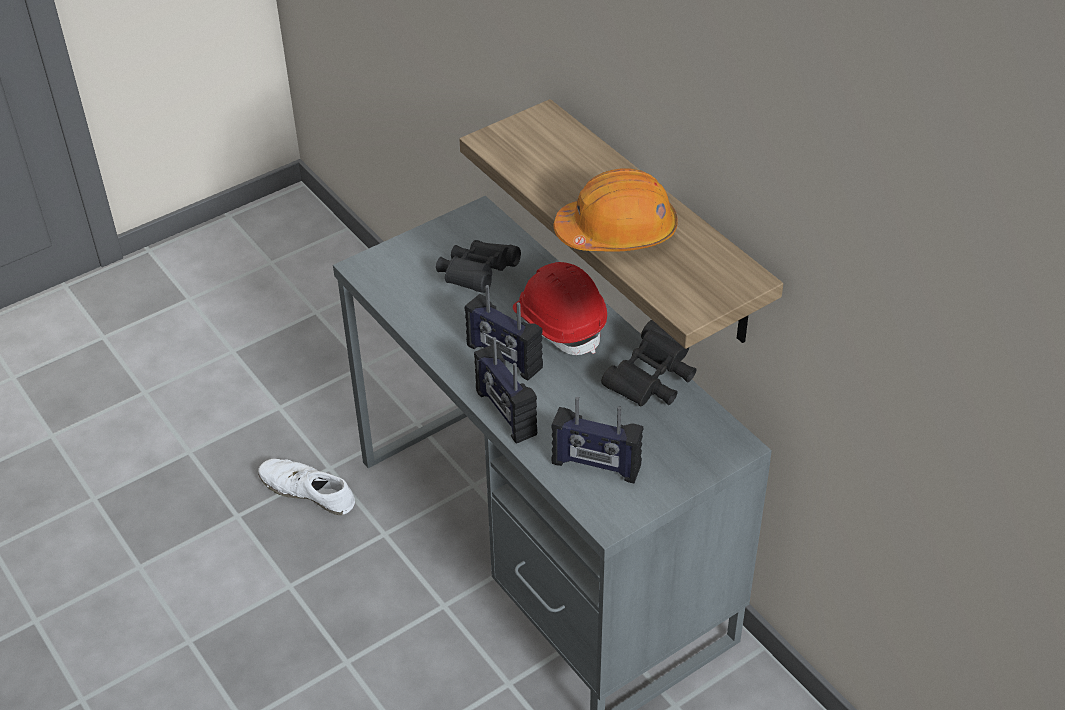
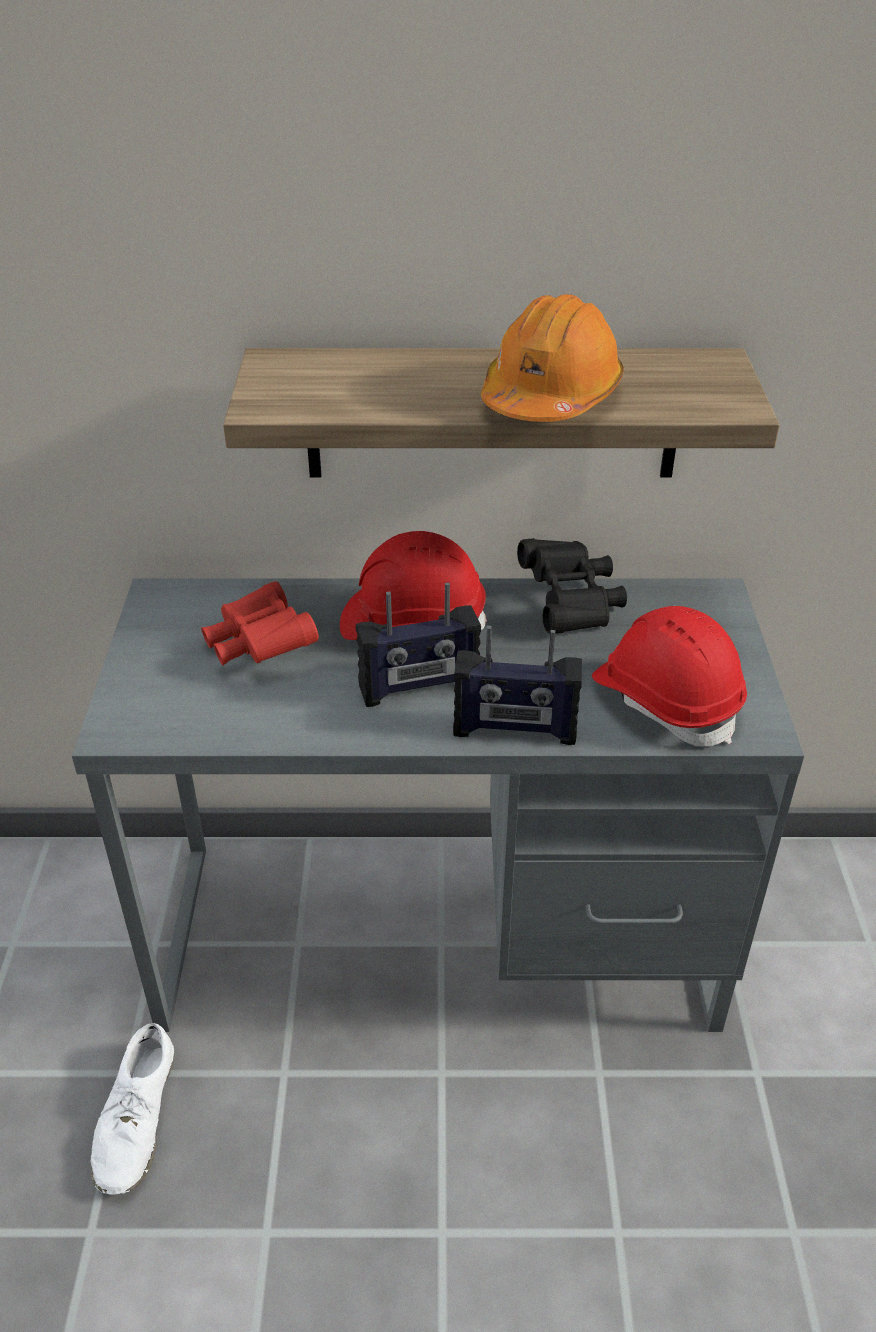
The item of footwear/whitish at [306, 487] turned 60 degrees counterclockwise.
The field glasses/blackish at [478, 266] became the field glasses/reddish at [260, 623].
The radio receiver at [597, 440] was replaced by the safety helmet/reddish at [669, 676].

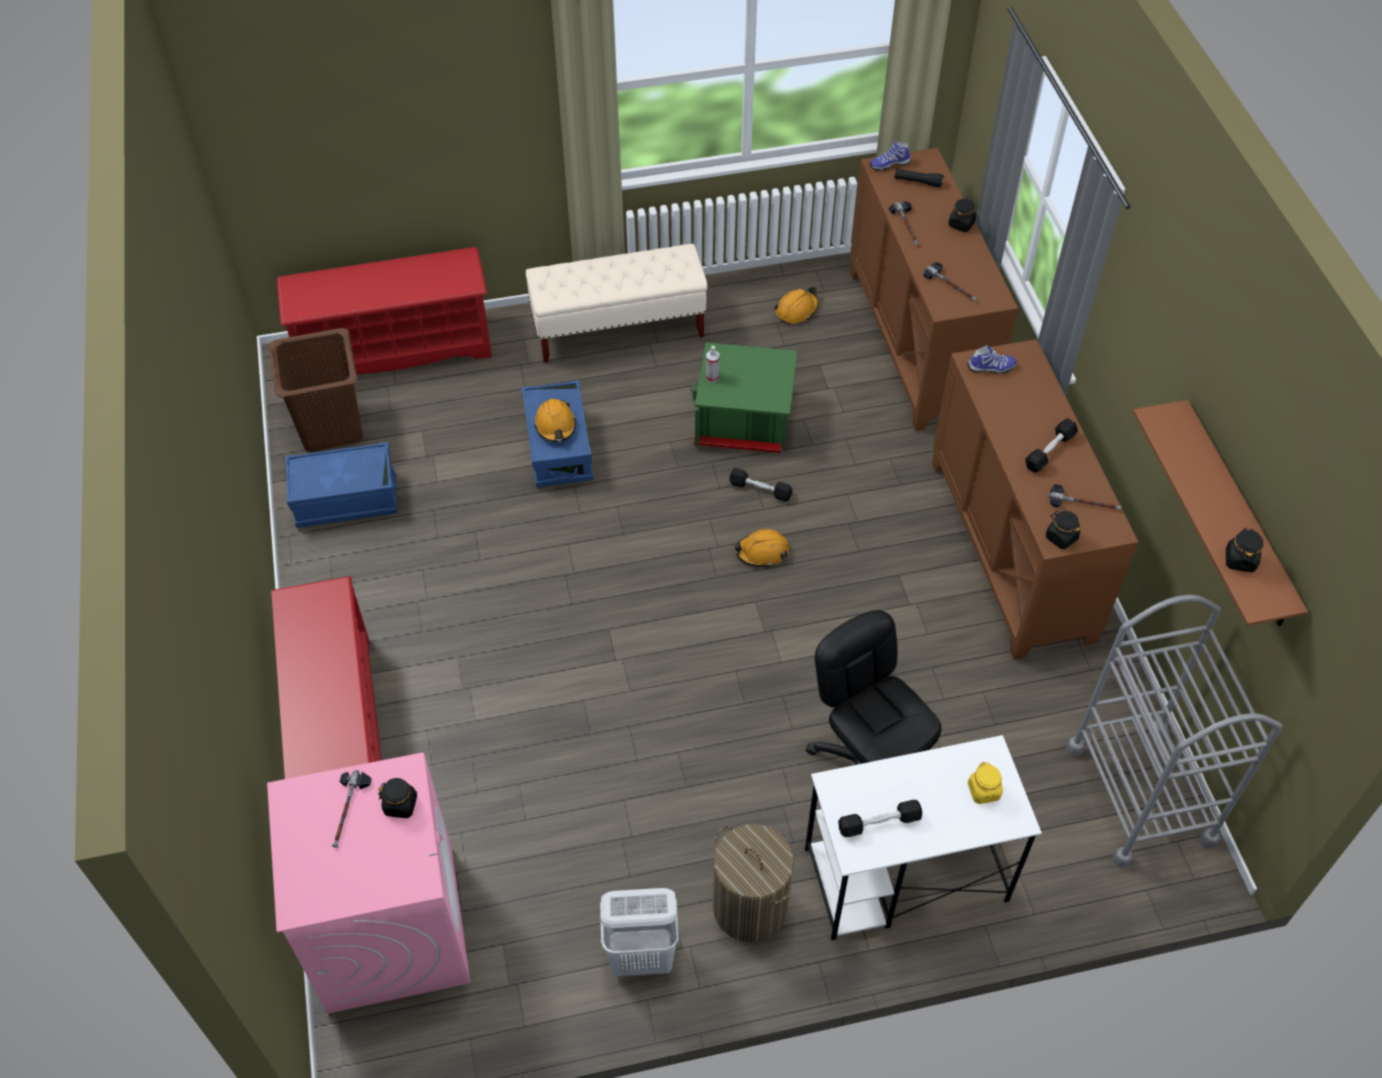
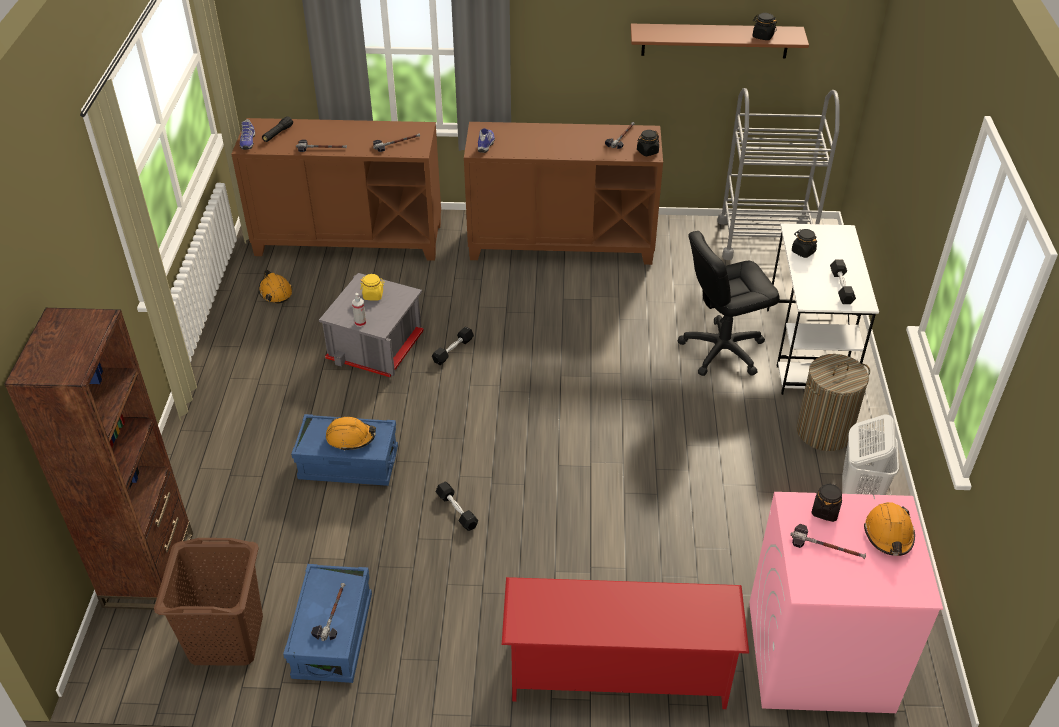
The shoe stand/reddish at [384, 315] was replaced by the bookshelf/brown-coloured at [98, 459].
The indoor bench/beige-coloured at [617, 303] disappeared.
The storage bin/greenish at [745, 397] became the storage bin/grey at [371, 325].
The safety helmet/orangey moved from [761, 548] to [889, 529].
The storage jar/blackish moved from [962, 215] to [804, 243].
The storage jar/yellowish moved from [985, 783] to [372, 287].
The free weight/blackish moved from [1051, 445] to [457, 506].
The hand hammer at [328, 612] appeared.

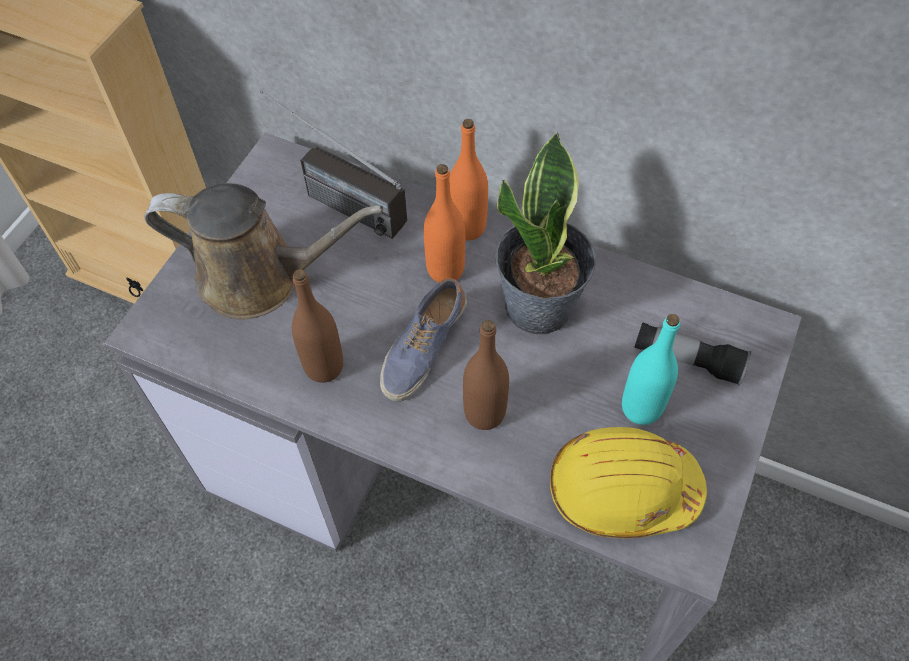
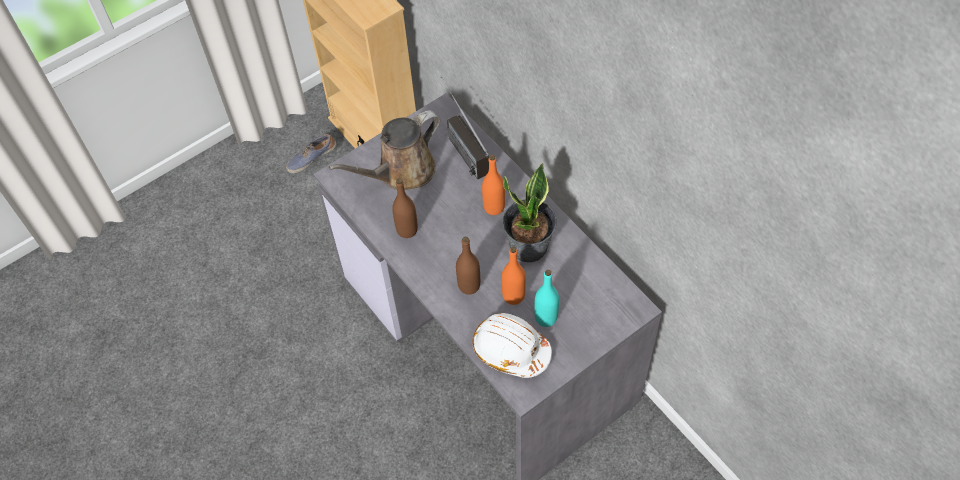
The watering pot/brown-coloured at [263, 251] turned 105 degrees clockwise.
The item of footwear moved from [423, 339] to [311, 154].
The bottle/orangey moved from [468, 179] to [513, 276].
The safety helmet/yellowish at [628, 482] became the safety helmet/whitish at [512, 345].
The flashlight at [692, 354] disappeared.

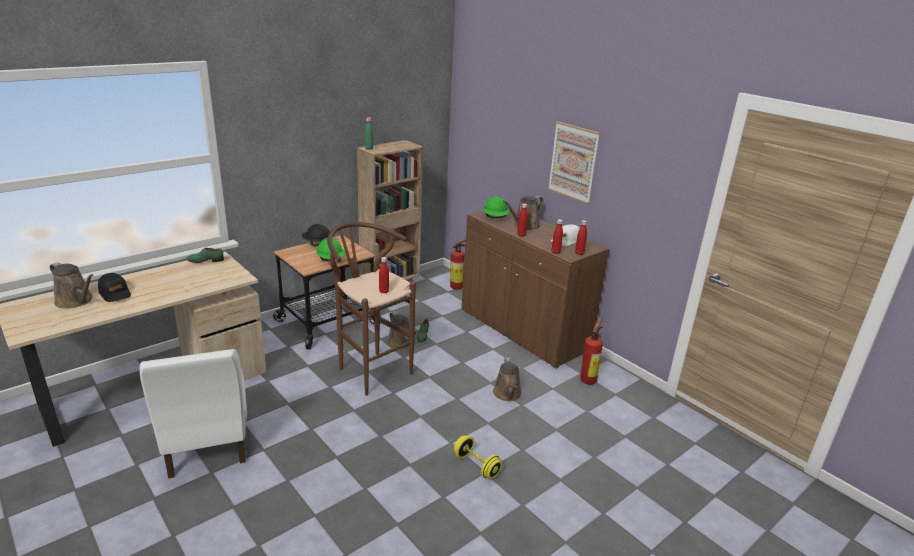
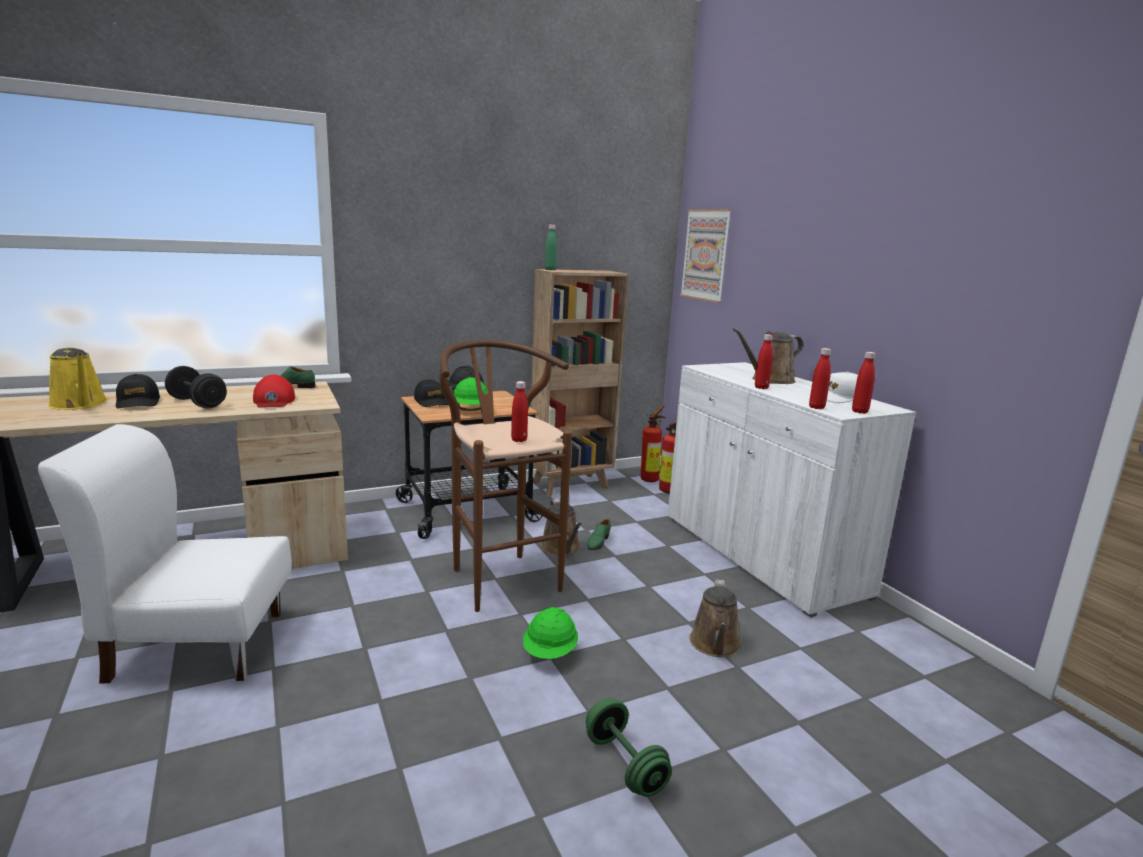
The watering pot/brown-coloured at [72, 285] became the watering pot/yellowish at [78, 379].
The chair/whitish at [193, 414] turned 90 degrees clockwise.
The free weight/yellowish at [478, 457] became the free weight/greenish at [629, 747].
The cabinet/brown-coloured at [535, 288] became the cabinet/whitish at [792, 489].
The safety helmet/greenish moved from [496, 207] to [550, 633].
The wall picture moved from [574, 162] to [705, 256].
The fire extinguisher moved from [591, 351] to [653, 443].
The free weight/blackish at [196, 387] appeared.
The peaked cap/reddish at [274, 391] appeared.
The peaked cap/blackish at [431, 393] appeared.

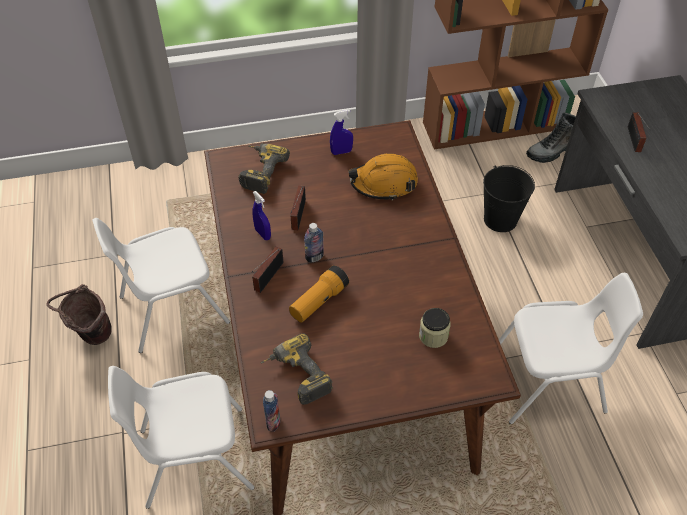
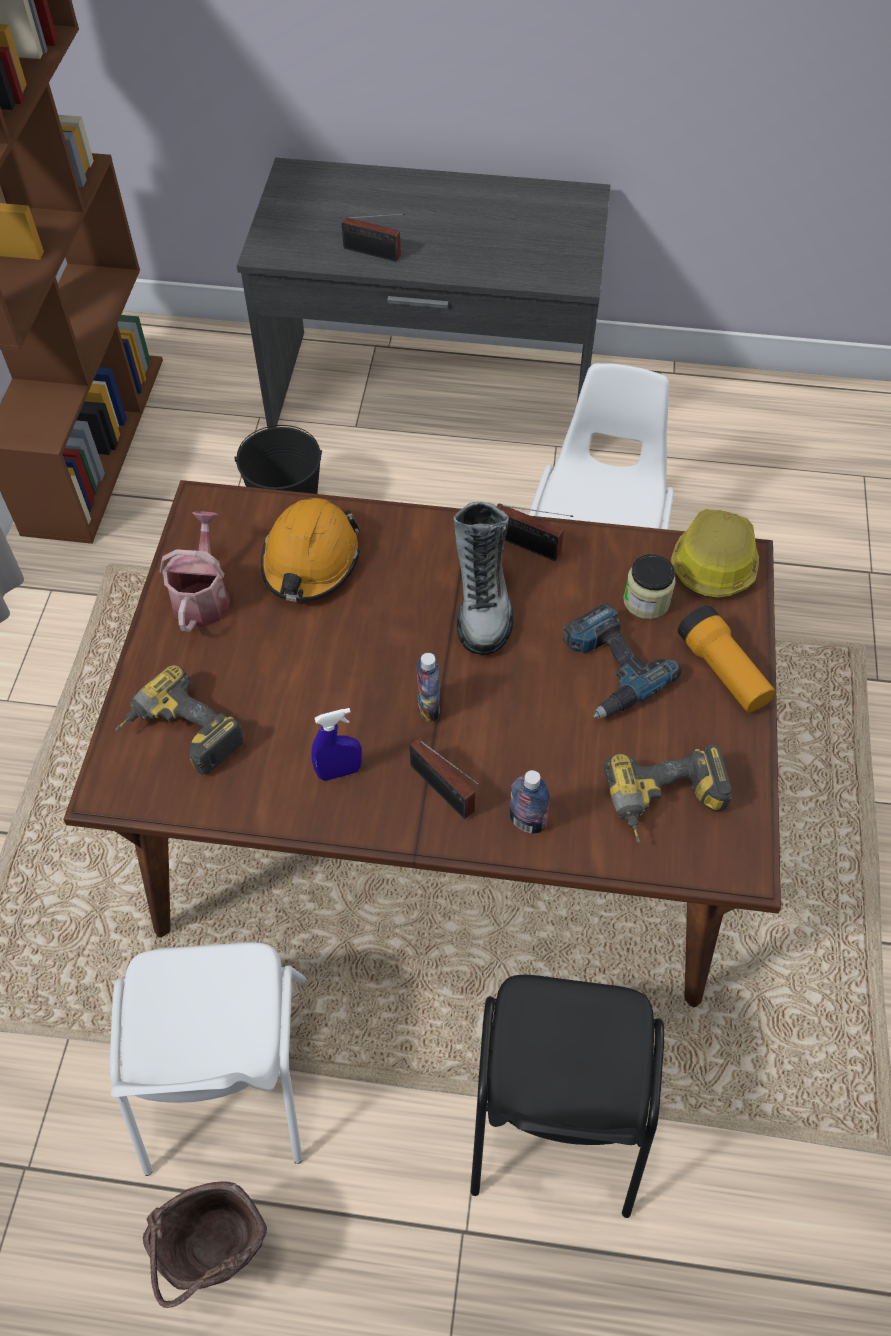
The chair/whitish at [181, 437] became the chair/blackish at [567, 1096].
The bottle moved from [271, 411] to [529, 801].
The flashlight moved from [319, 294] to [726, 659].
The radio receiver moved from [298, 207] to [535, 532].
The spray bottle/blue at [341, 132] was replaced by the watering pot at [194, 571].
The boot moved from [551, 137] to [483, 578].
The electric drill at [622, 660] appeared.
The safety helmet at [714, 553] appeared.

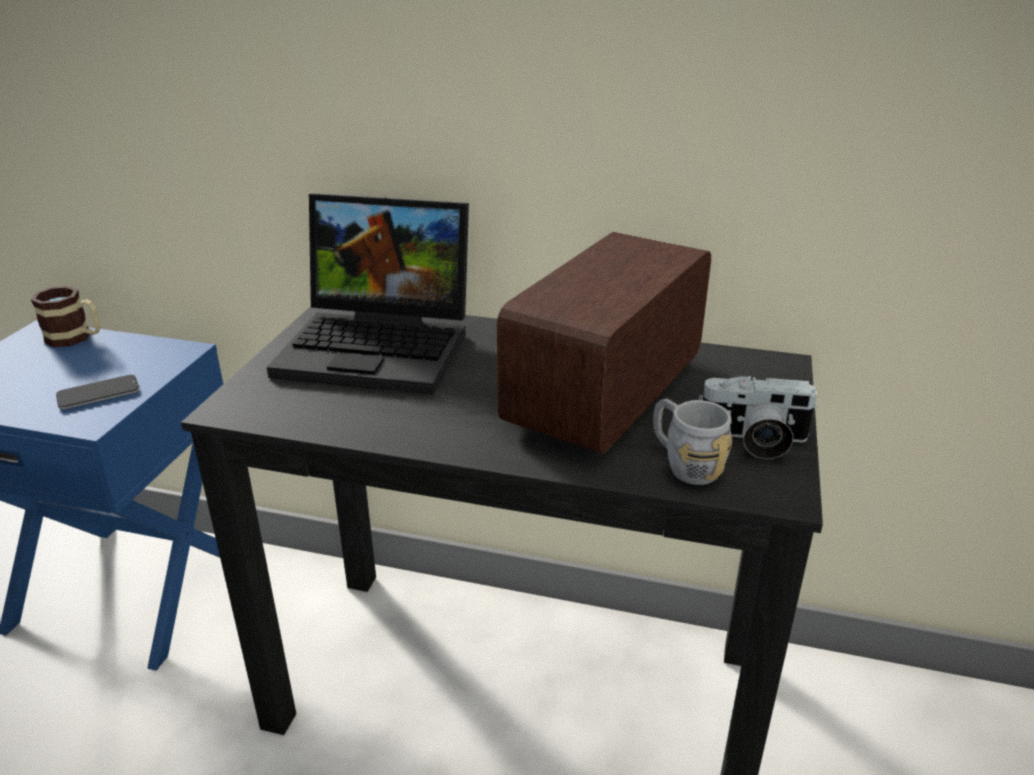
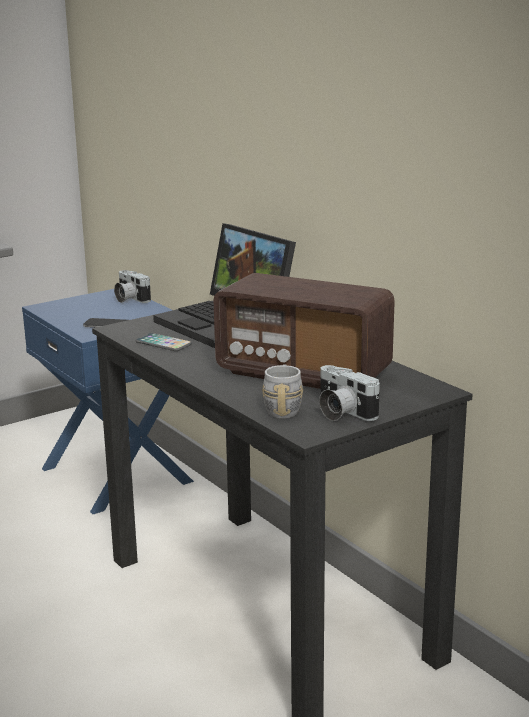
The tea mug at [65, 316] was replaced by the photo camera at [132, 286].
The radio receiver at [604, 343] turned 135 degrees counterclockwise.
The handset at [163, 342] appeared.

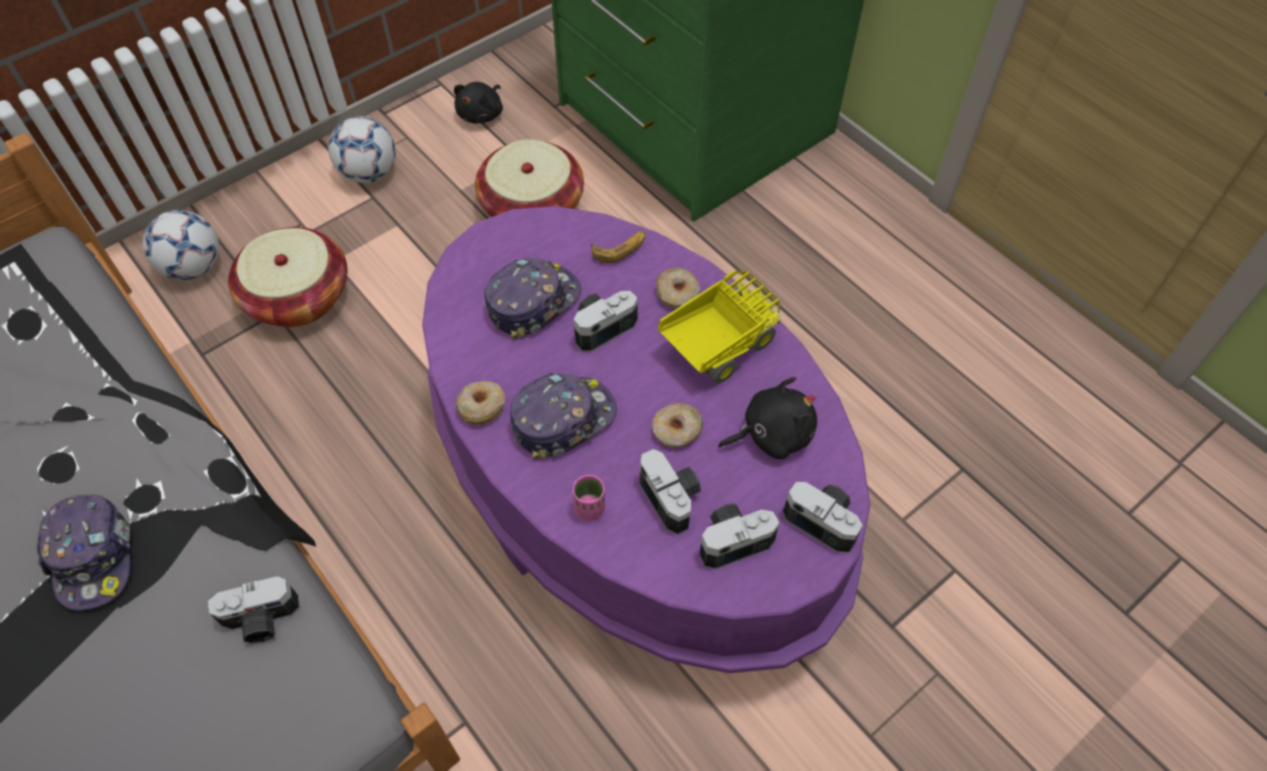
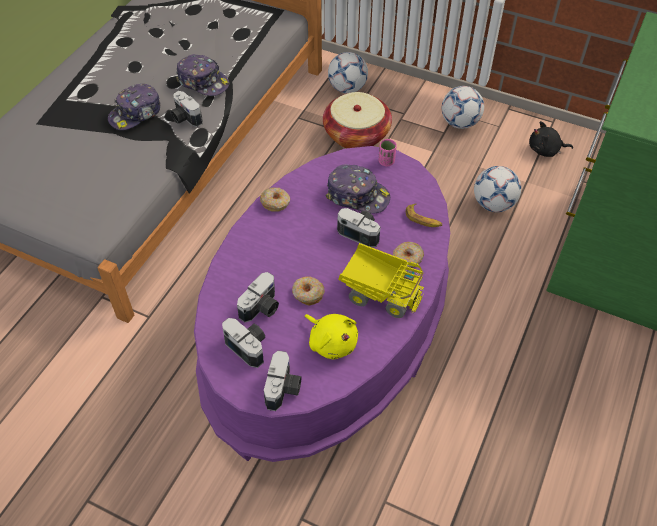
The photo camera moved from [254, 609] to [187, 109].
The basket at [529, 178] was replaced by the football ball at [497, 189].
The peaked cap moved from [563, 416] to [203, 75].
The small cup/pinkish moved from [589, 498] to [388, 152].
The plush toy/blackish at [767, 418] became the plush toy/yellowish at [331, 337].

